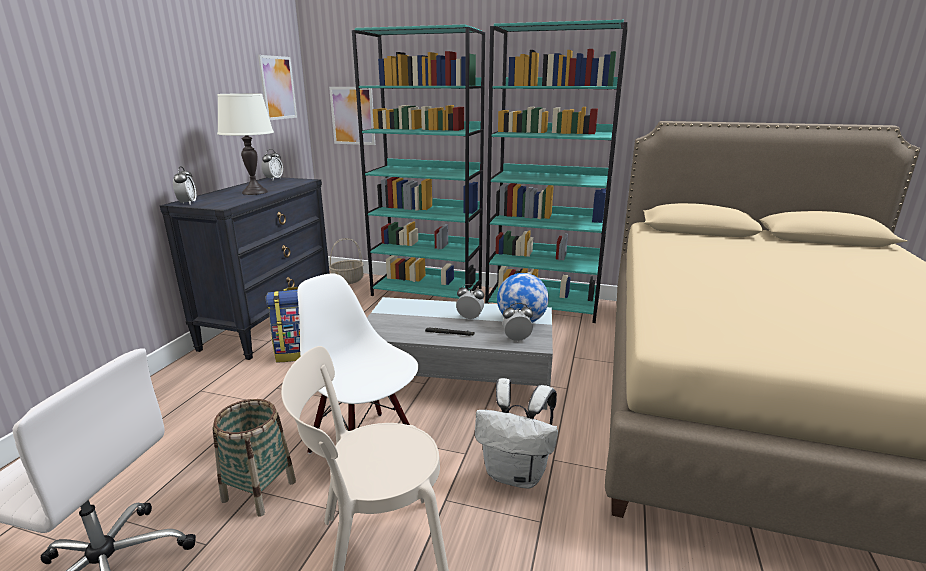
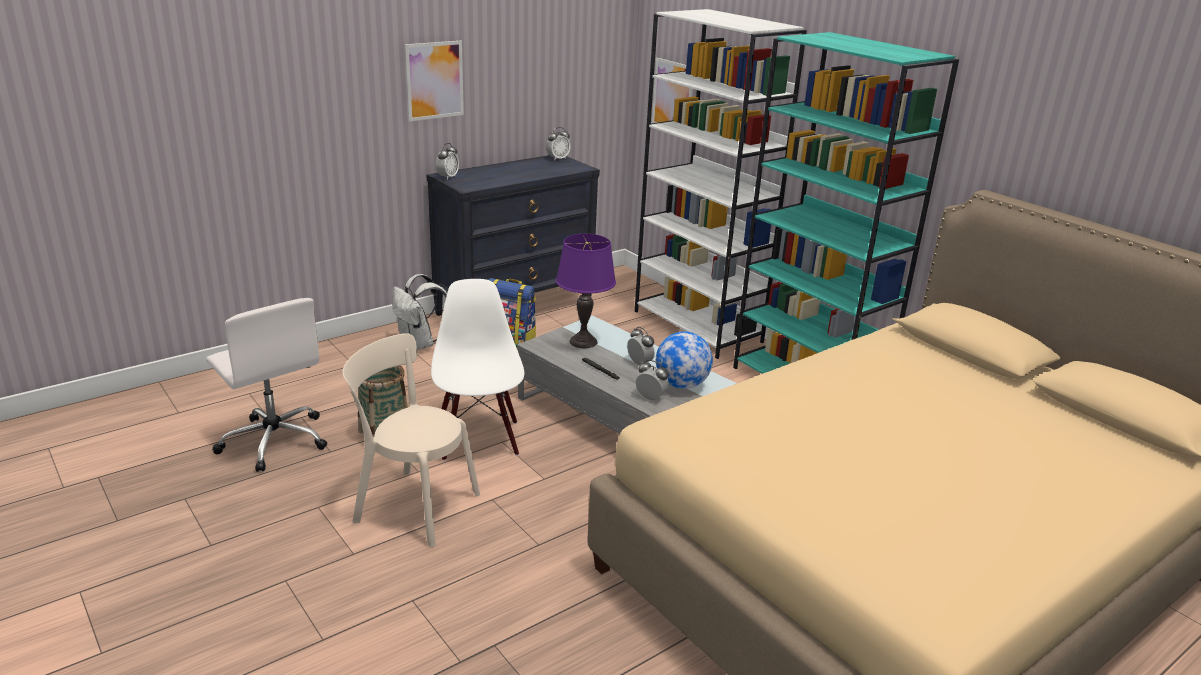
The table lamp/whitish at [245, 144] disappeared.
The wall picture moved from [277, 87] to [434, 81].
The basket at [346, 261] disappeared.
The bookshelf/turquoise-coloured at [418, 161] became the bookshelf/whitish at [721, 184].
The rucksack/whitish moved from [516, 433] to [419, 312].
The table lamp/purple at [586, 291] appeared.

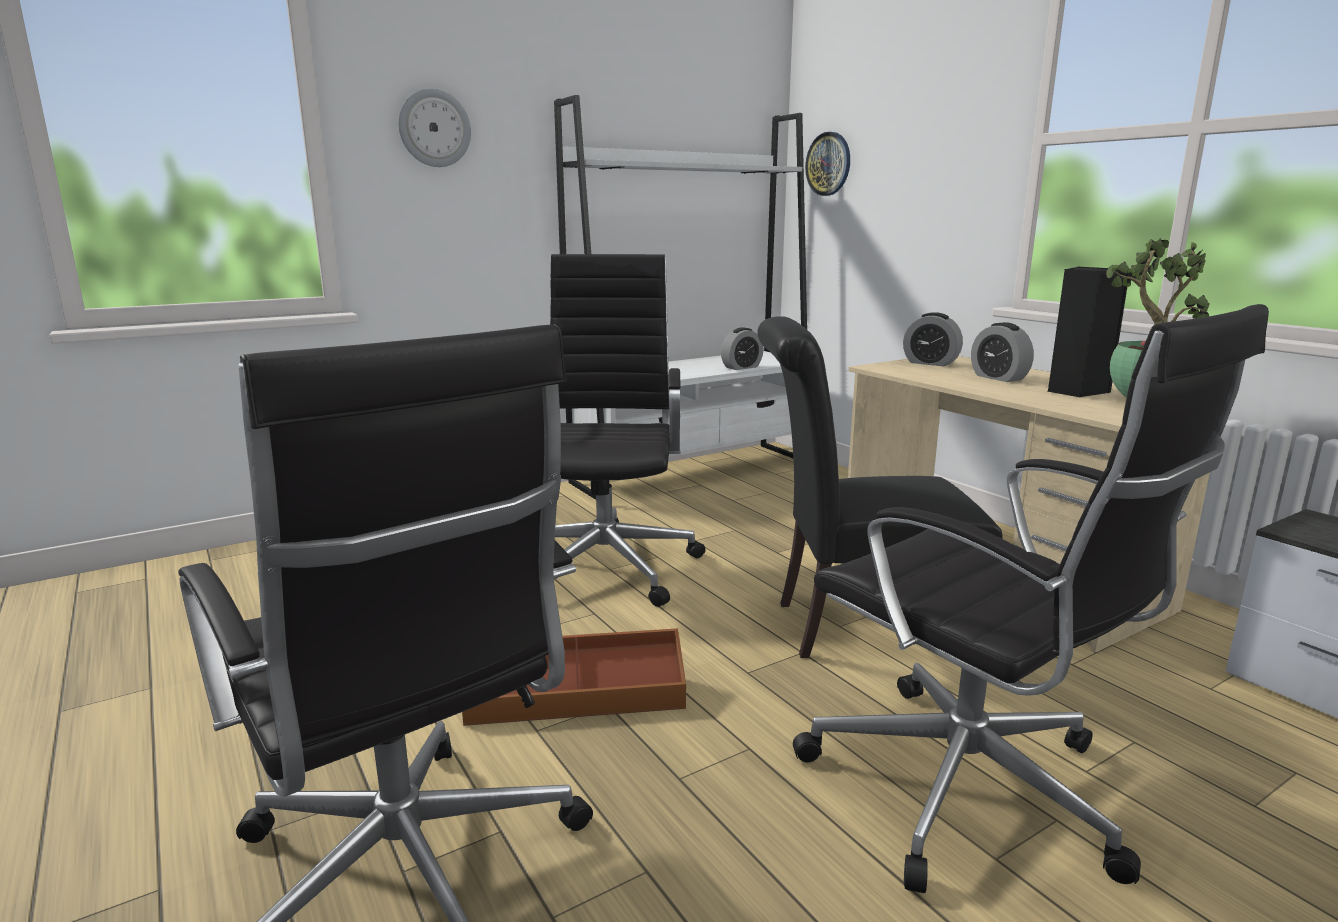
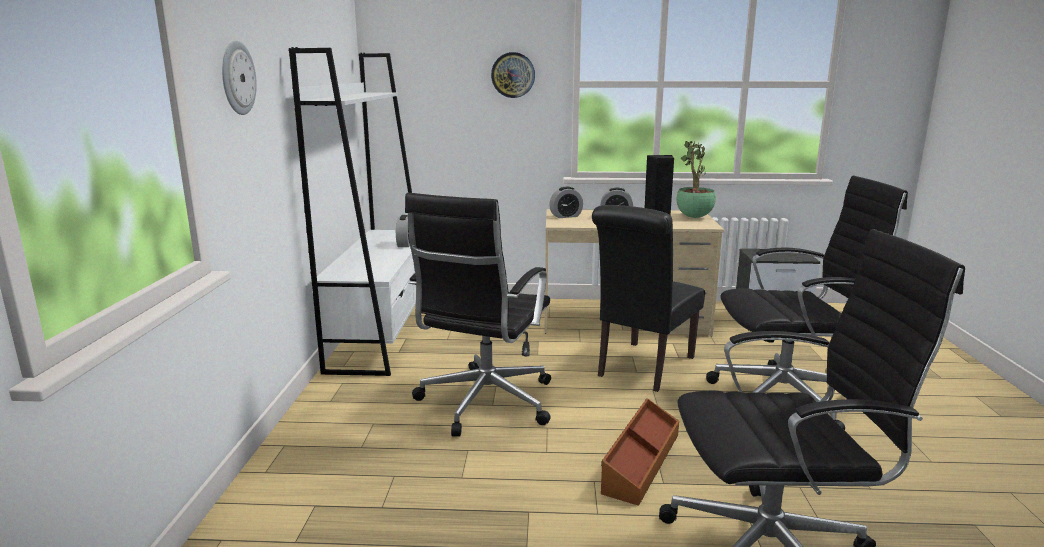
The computer chair/blackish at [627, 430] turned 105 degrees counterclockwise.
The hanging clock moved from [827, 164] to [513, 75].

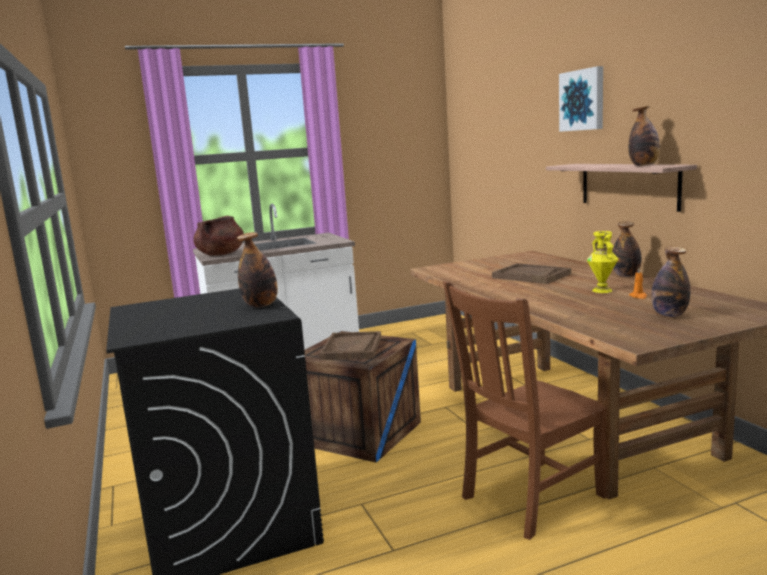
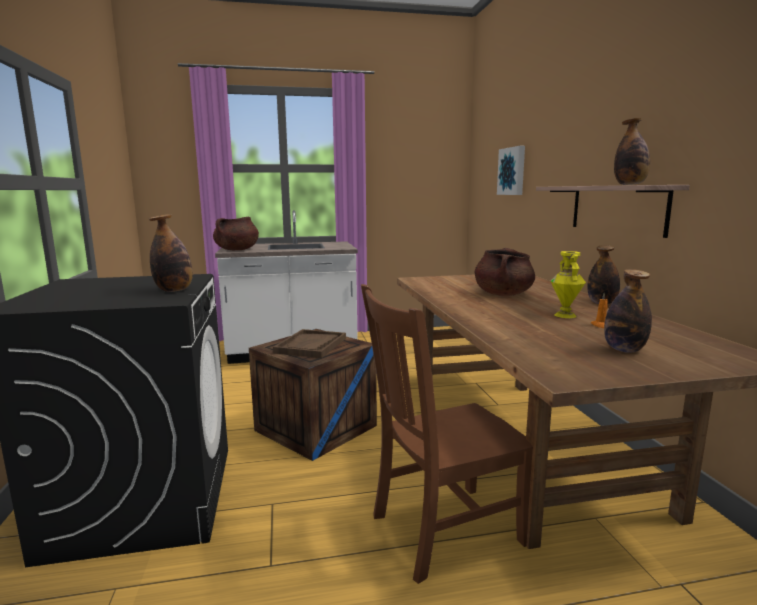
The tray/brown-coloured at [531, 273] was replaced by the stockpot/brown-coloured at [505, 272].
The wall picture moved from [581, 99] to [511, 170].

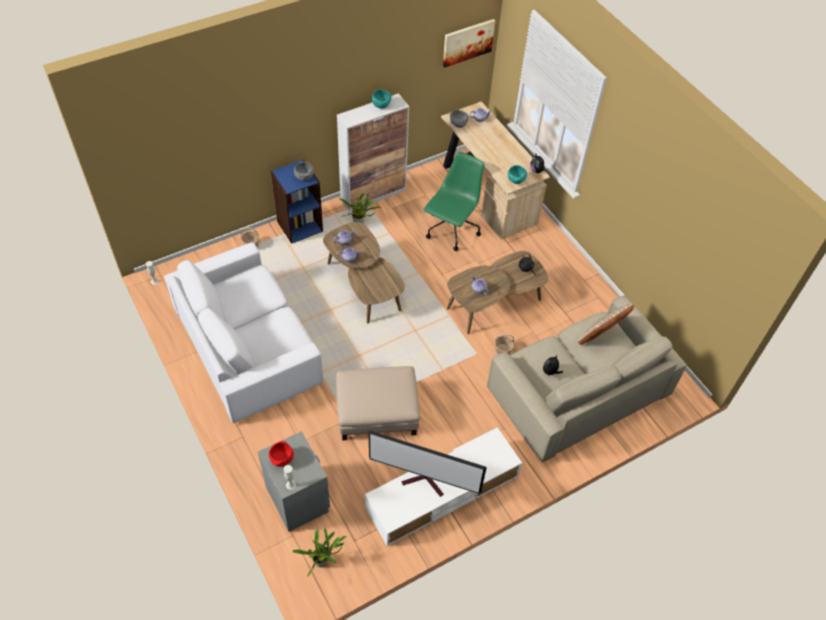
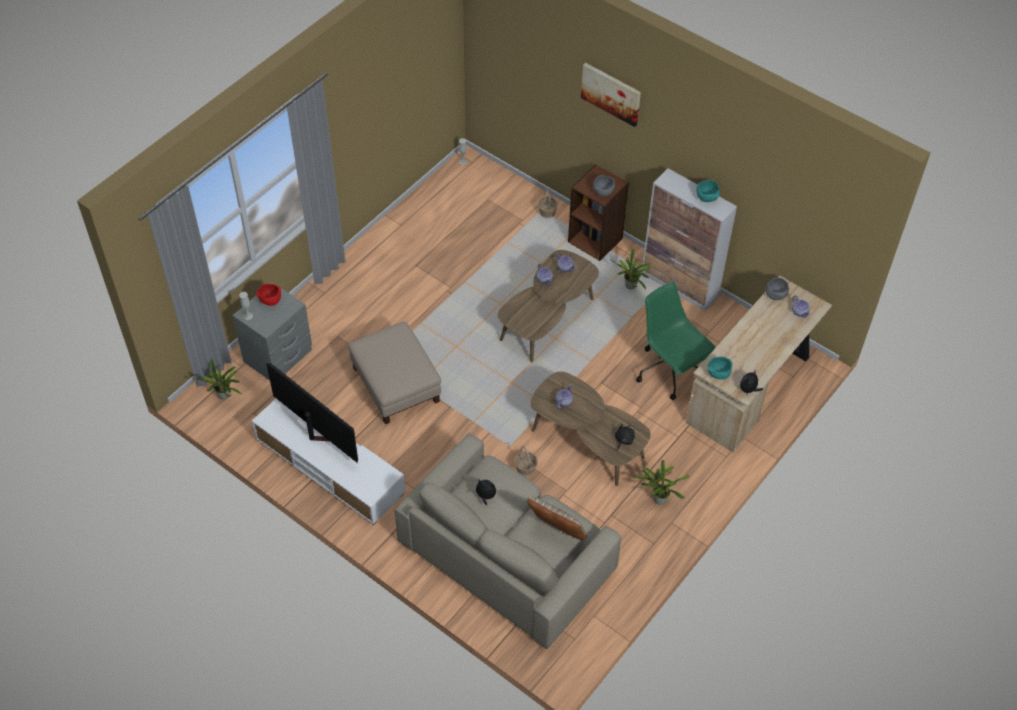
The sofa/whitish at [244, 332] disappeared.
The bookshelf/blue at [296, 201] became the bookshelf/brown-coloured at [598, 212].
The television at [428, 463] turned 135 degrees clockwise.
The computer chair/greenish at [454, 201] turned 135 degrees counterclockwise.
The wall picture moved from [469, 43] to [611, 95].
The houseplant at [661, 482] appeared.

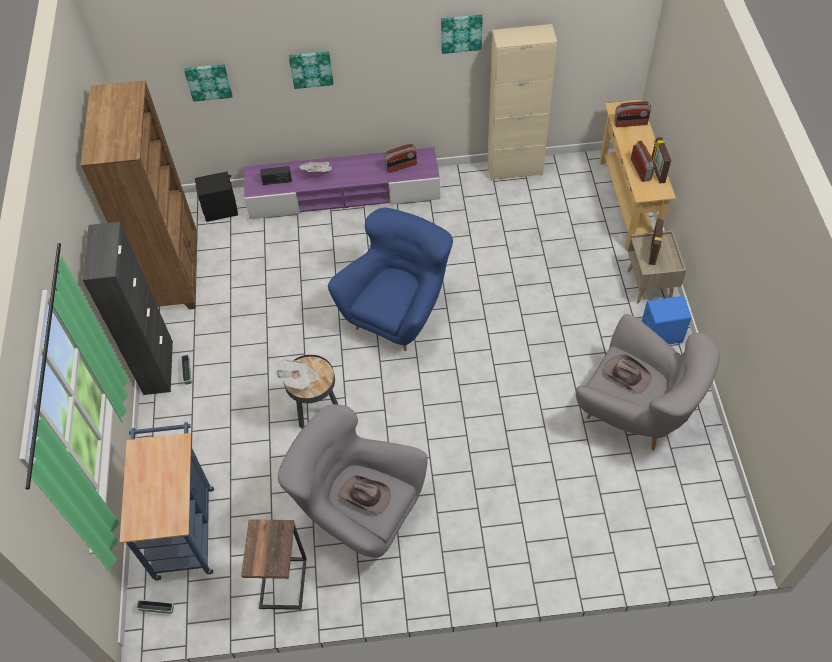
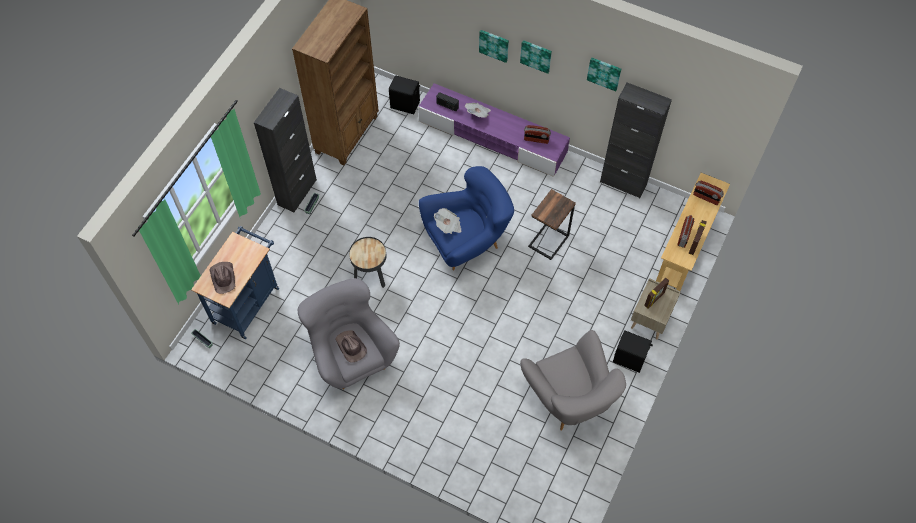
The wall picture moved from [208, 83] to [536, 57].
The end table moved from [273, 564] to [552, 224].
The printed paper moved from [297, 374] to [448, 221].
The cabinet/beige-coloured at [522, 102] became the cabinet/blackish at [636, 140].
The wearable hat/brown-coloured moved from [627, 374] to [222, 278].
The loudspeaker/blue at [667, 320] became the loudspeaker/blackish at [633, 351].

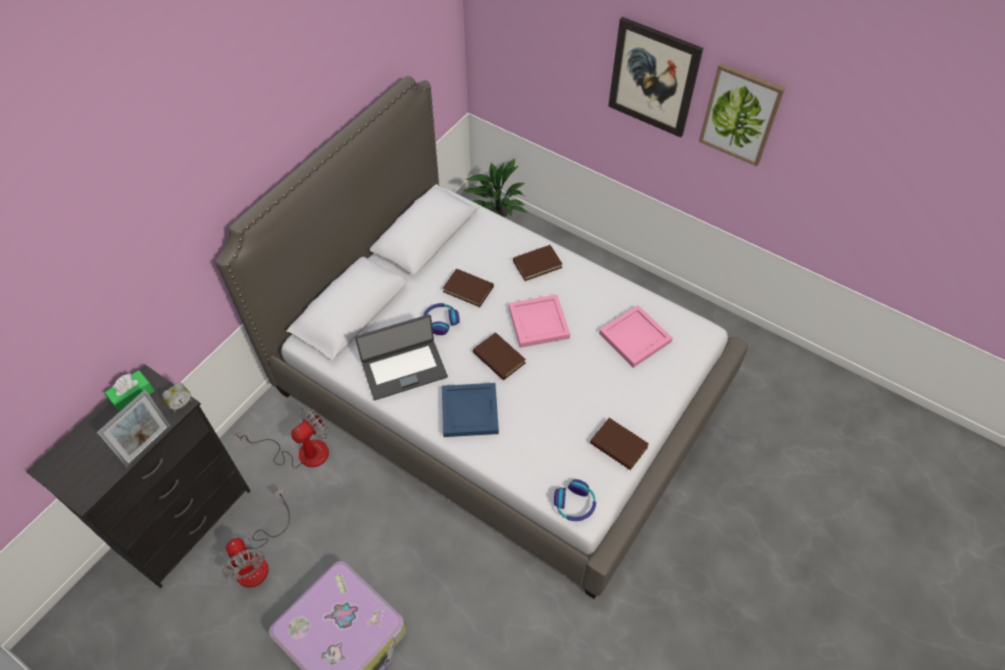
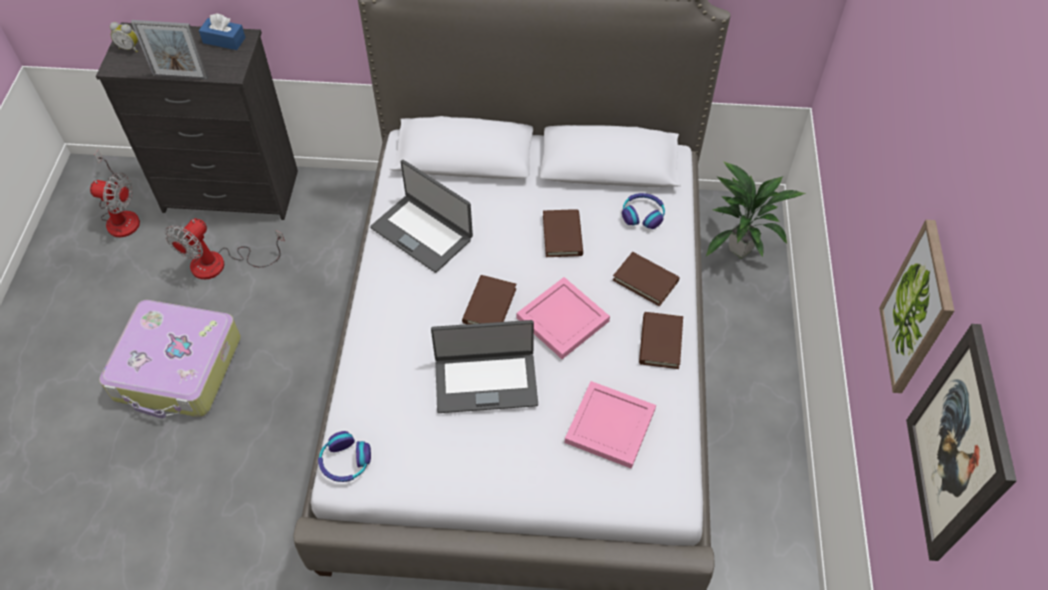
The box of tissues/greenish at [130, 391] became the box of tissues/blue at [222, 31].
The alarm clock moved from [177, 397] to [124, 37].
The electric fan moved from [282, 437] to [115, 193].
The pair of headphones moved from [441, 319] to [643, 211].
The tray/blue at [470, 410] disappeared.
The bound book/brown-coloured moved from [619, 444] to [661, 340].
The wall picture moved from [655, 77] to [961, 442].
The notebook computer at [484, 366] appeared.

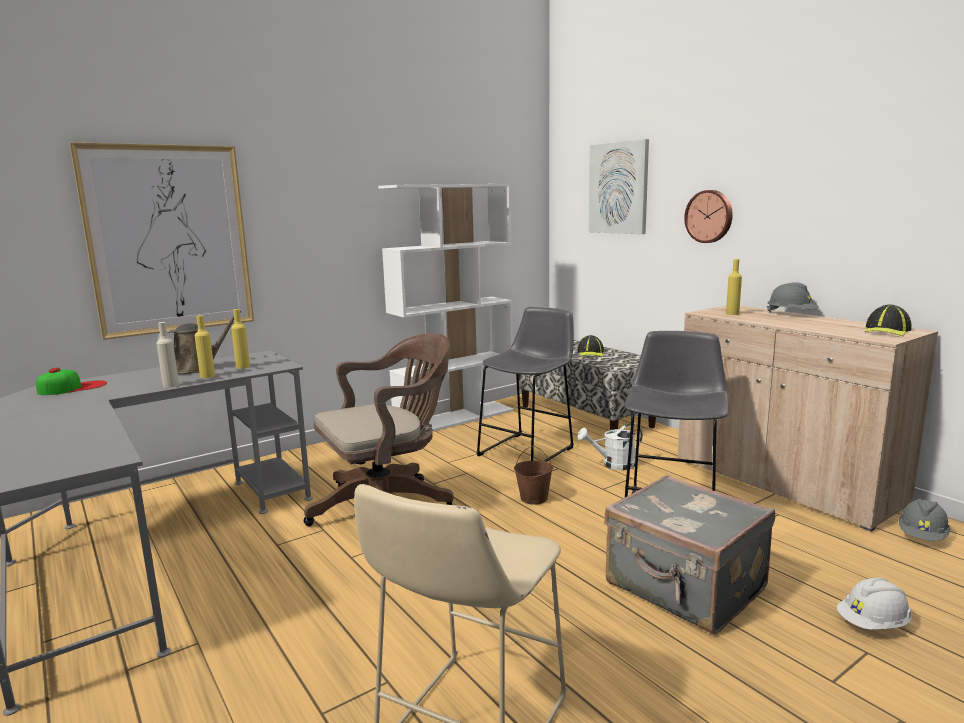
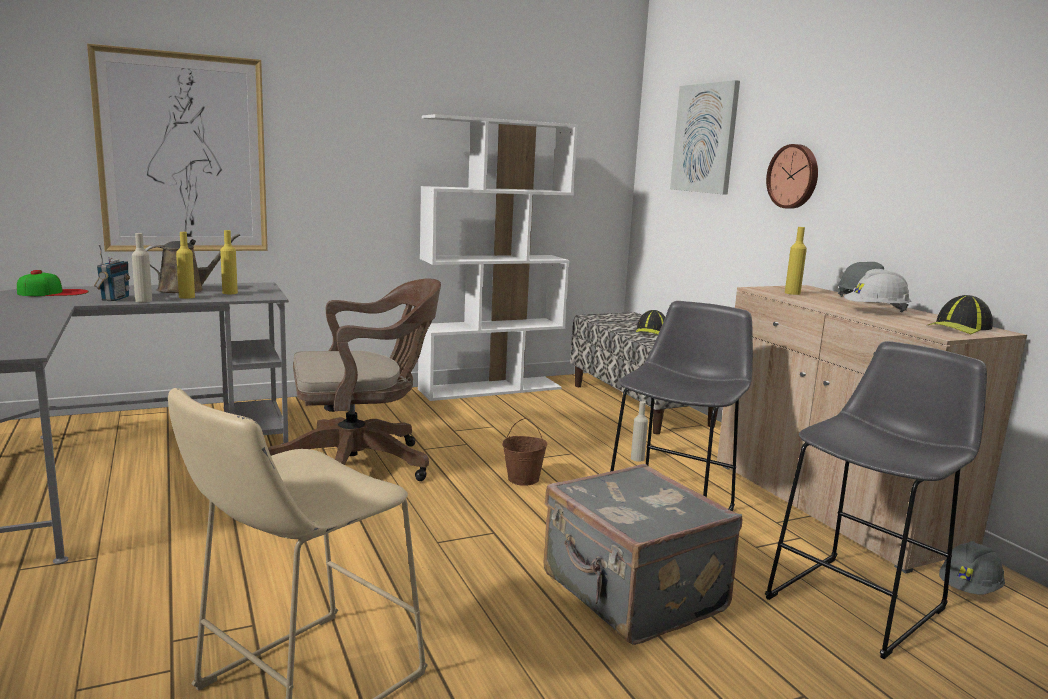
The stool/grey moved from [525, 384] to [876, 500].
The watering pot/whitish at [610, 446] was replaced by the bottle/beige-coloured at [639, 431].
The safety helmet/whitish moved from [874, 604] to [877, 291].
The radio receiver at [112, 272] appeared.

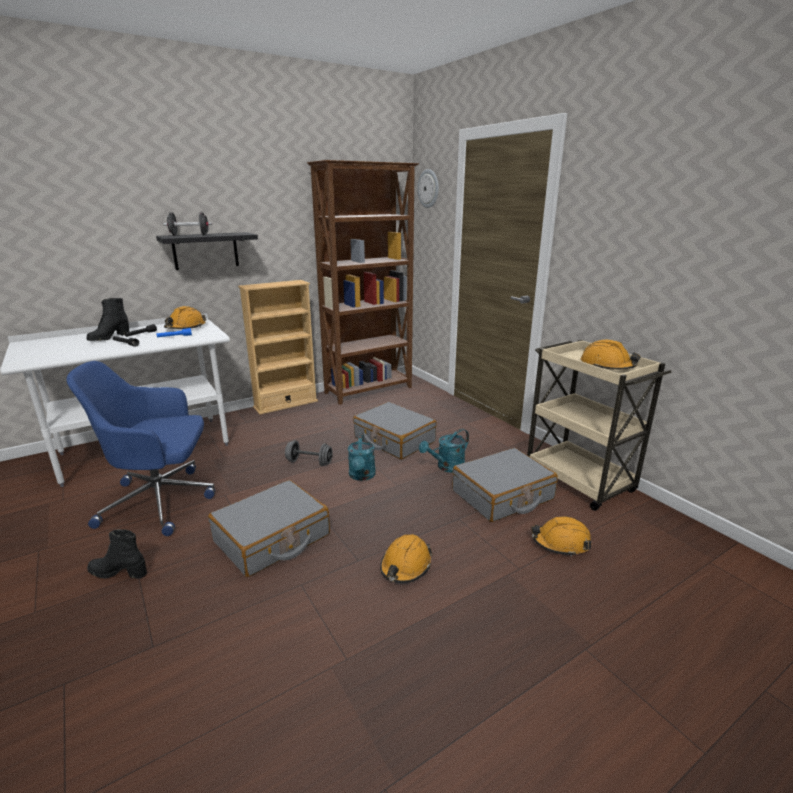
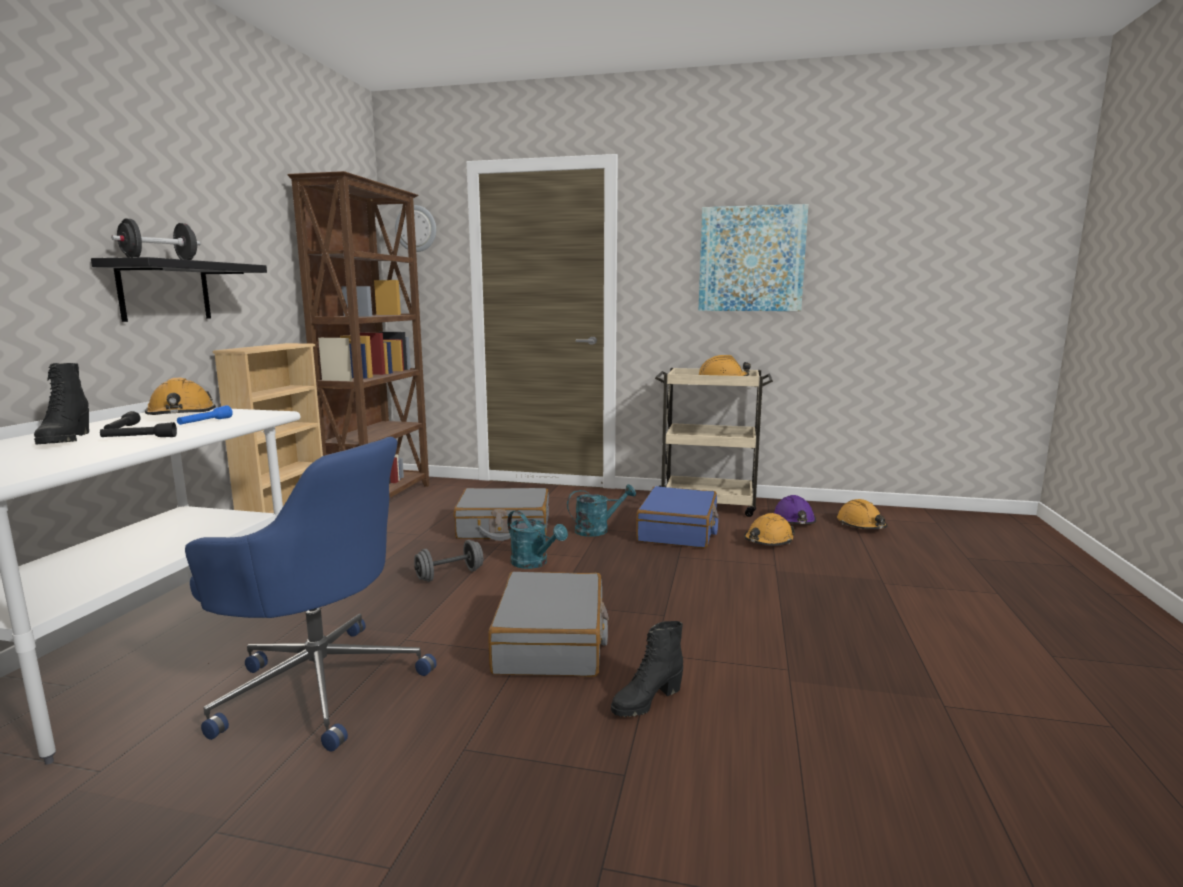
The computer chair/blue at [141, 448] turned 105 degrees counterclockwise.
The boot/blackish moved from [117, 554] to [647, 669].
The safety helmet/orangey moved from [406, 558] to [862, 514].
The watering pot/turquoise-coloured at [444, 451] turned 120 degrees counterclockwise.
The suitcase/grey at [505, 485] became the suitcase/blue at [677, 517].
The wall picture at [753, 257] appeared.
The safety helmet/purple at [795, 509] appeared.

